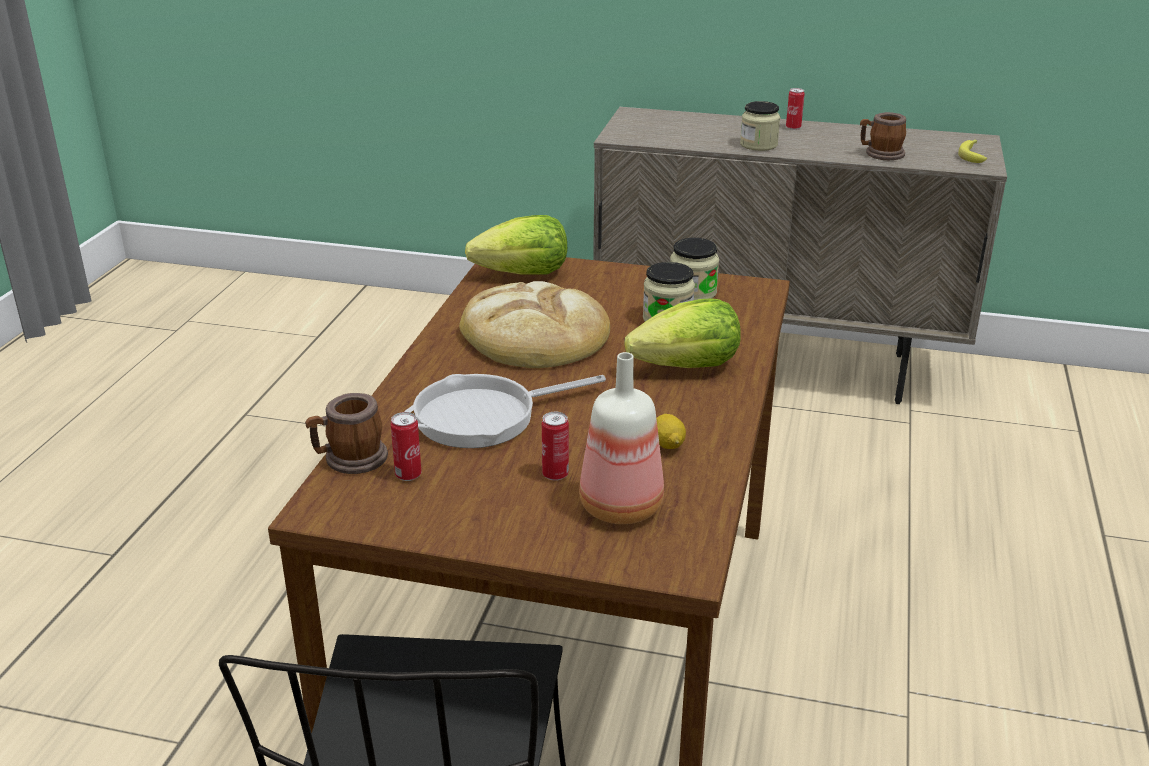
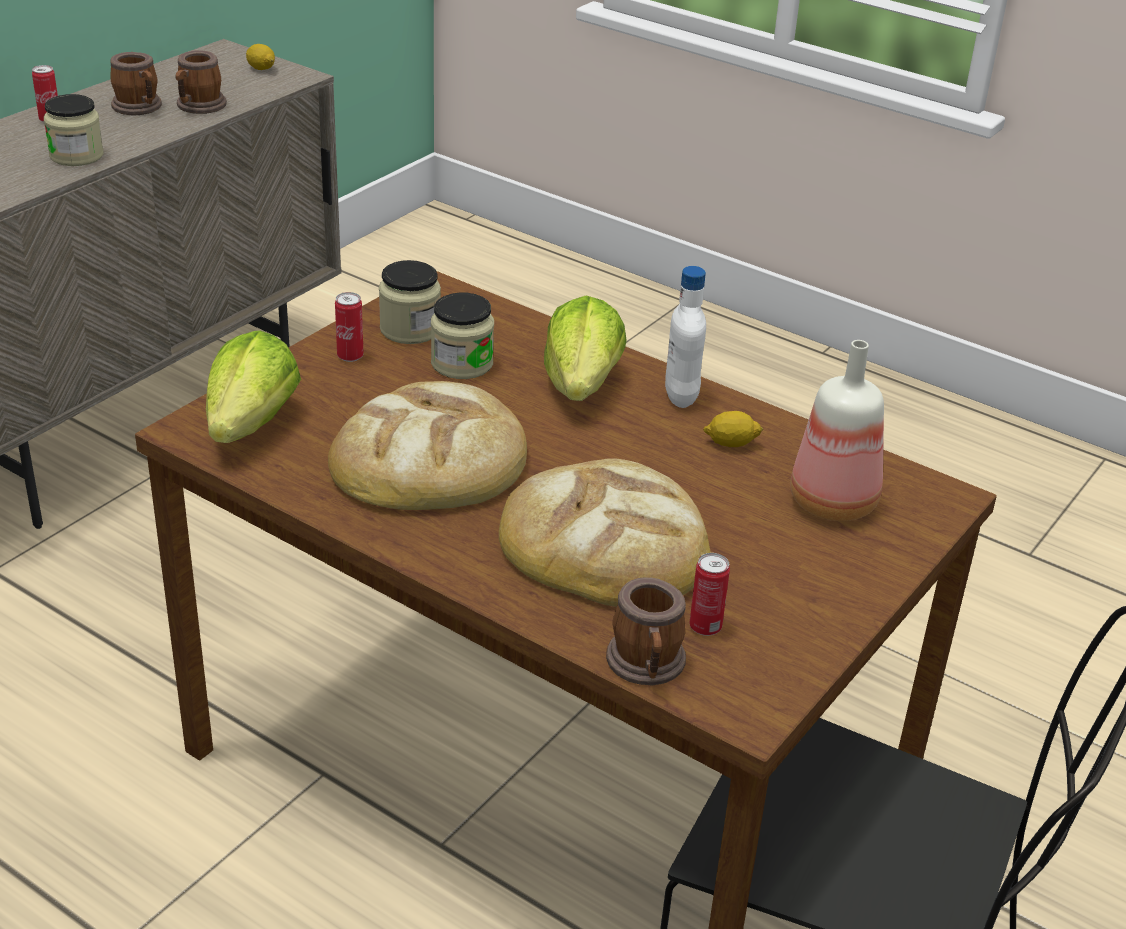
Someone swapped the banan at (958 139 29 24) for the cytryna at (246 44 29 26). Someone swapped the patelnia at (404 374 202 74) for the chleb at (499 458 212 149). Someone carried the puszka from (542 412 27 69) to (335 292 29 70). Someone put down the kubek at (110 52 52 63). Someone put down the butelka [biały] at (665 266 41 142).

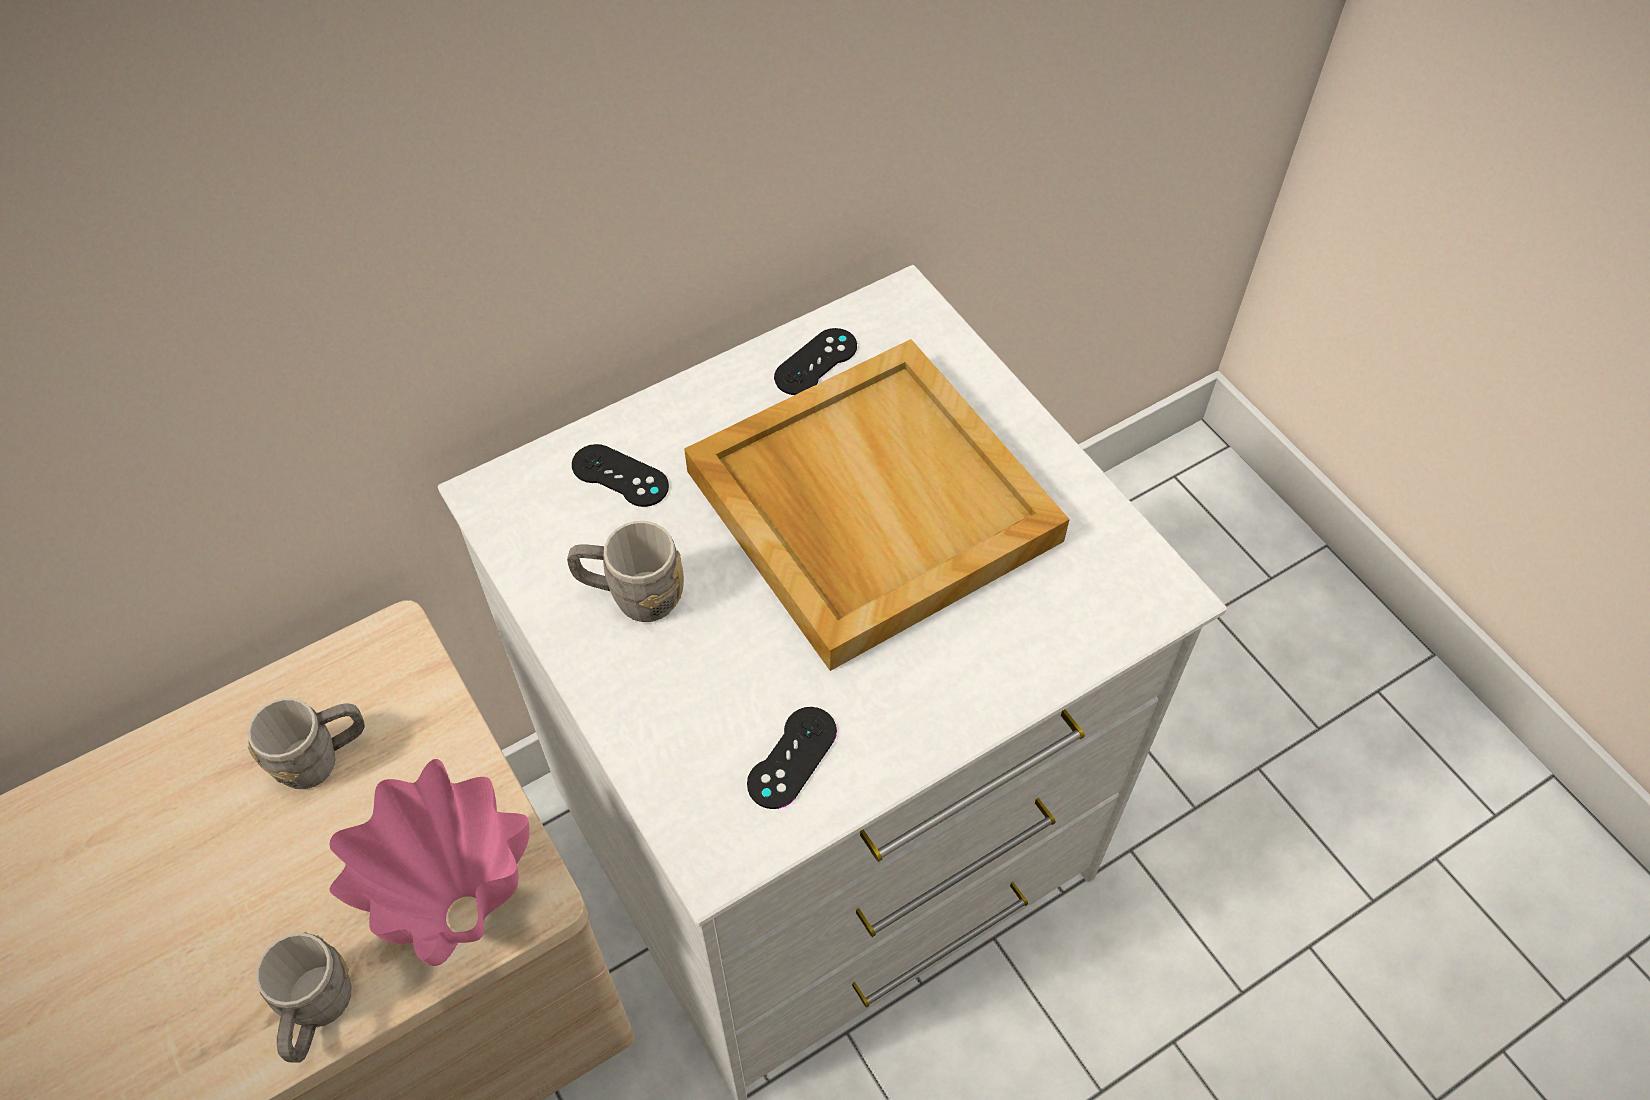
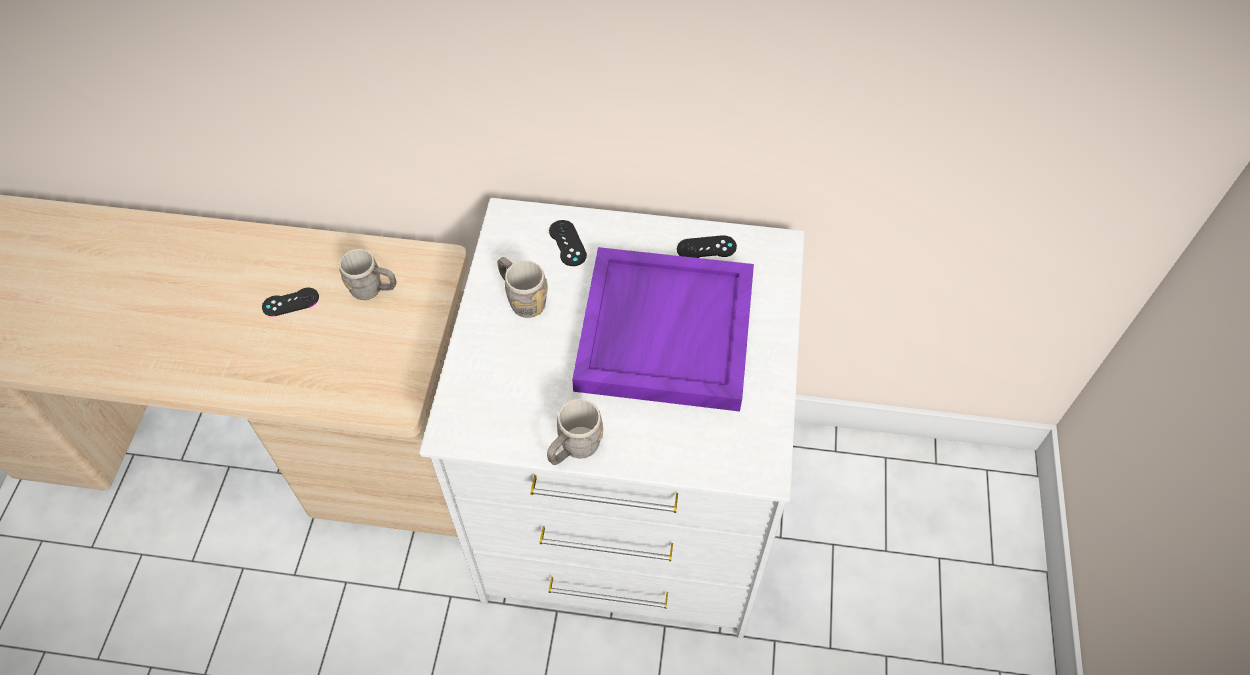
Someone repainted the taca [beżowy] at (684 339 386 332), which became the taca [fioletowy] at (572 247 182 165). Someone carried the pad do gier [czarny] from (747 707 90 102) to (262 288 57 29). Someone took away the wazon [różowy] at (330 759 200 207). Someone carried the kubek [szary] from (256 932 95 130) to (547 399 56 66).

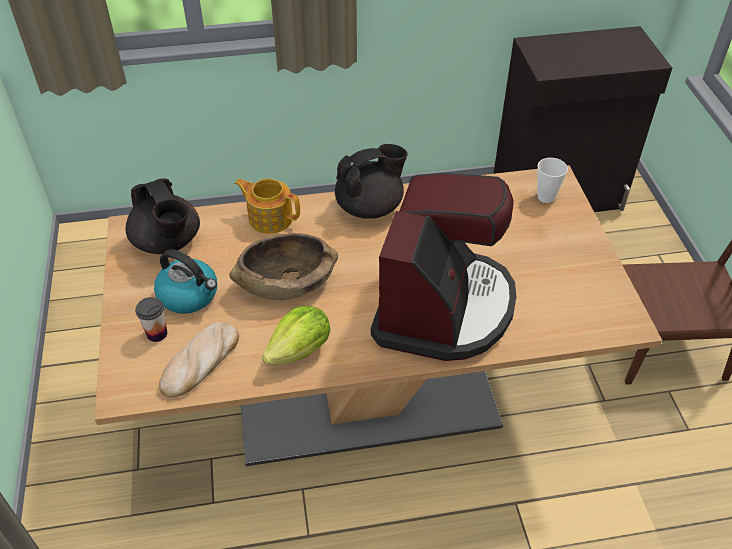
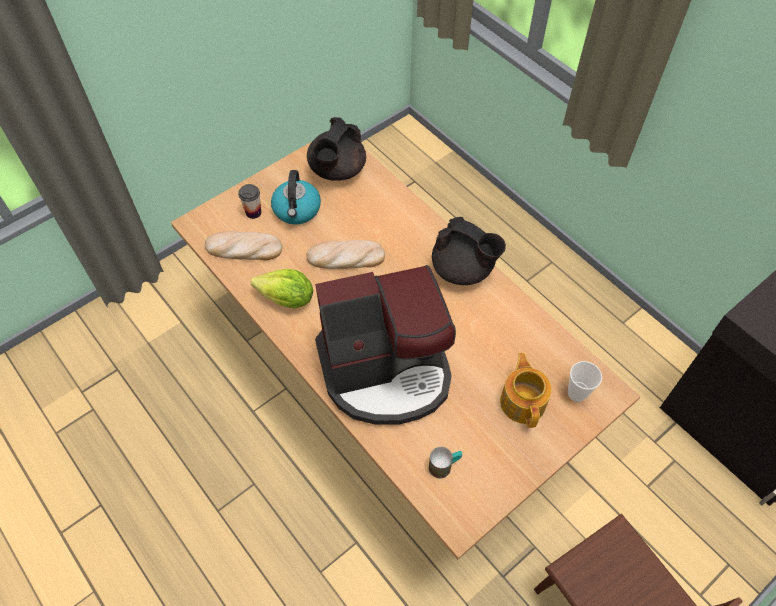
Someone carried the imbryk from (234 178 66 56) to (500 353 52 75). Someone swapped the miska [brązowy] at (229 233 109 67) for the chleb at (306 240 79 29). Someone put down the kubek at (429 447 33 32).

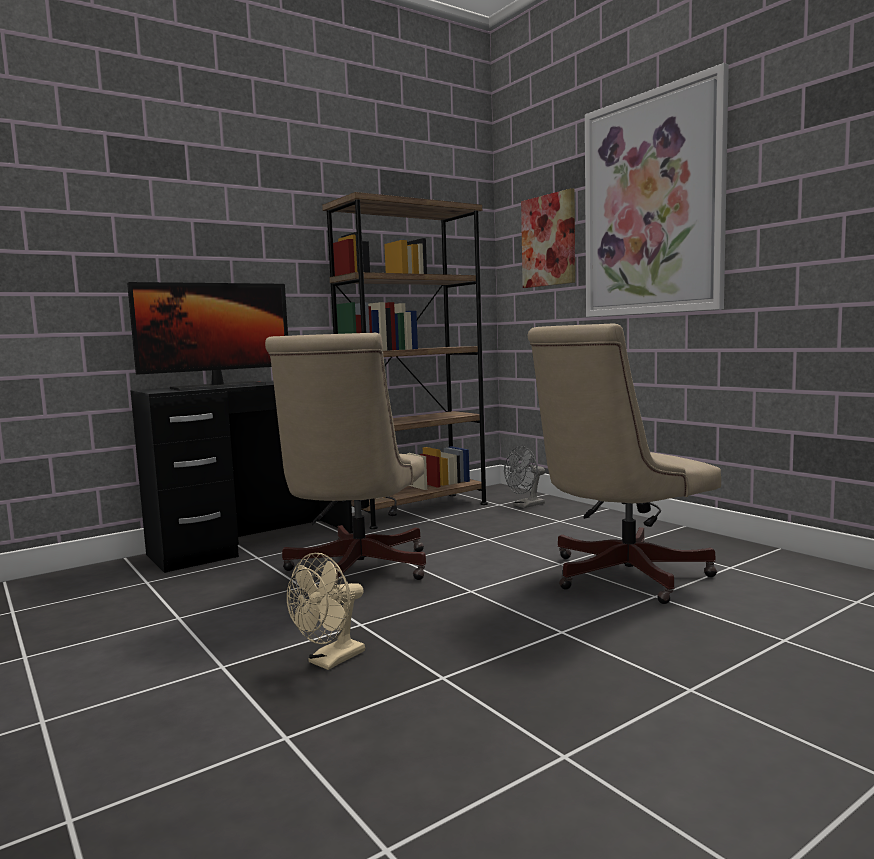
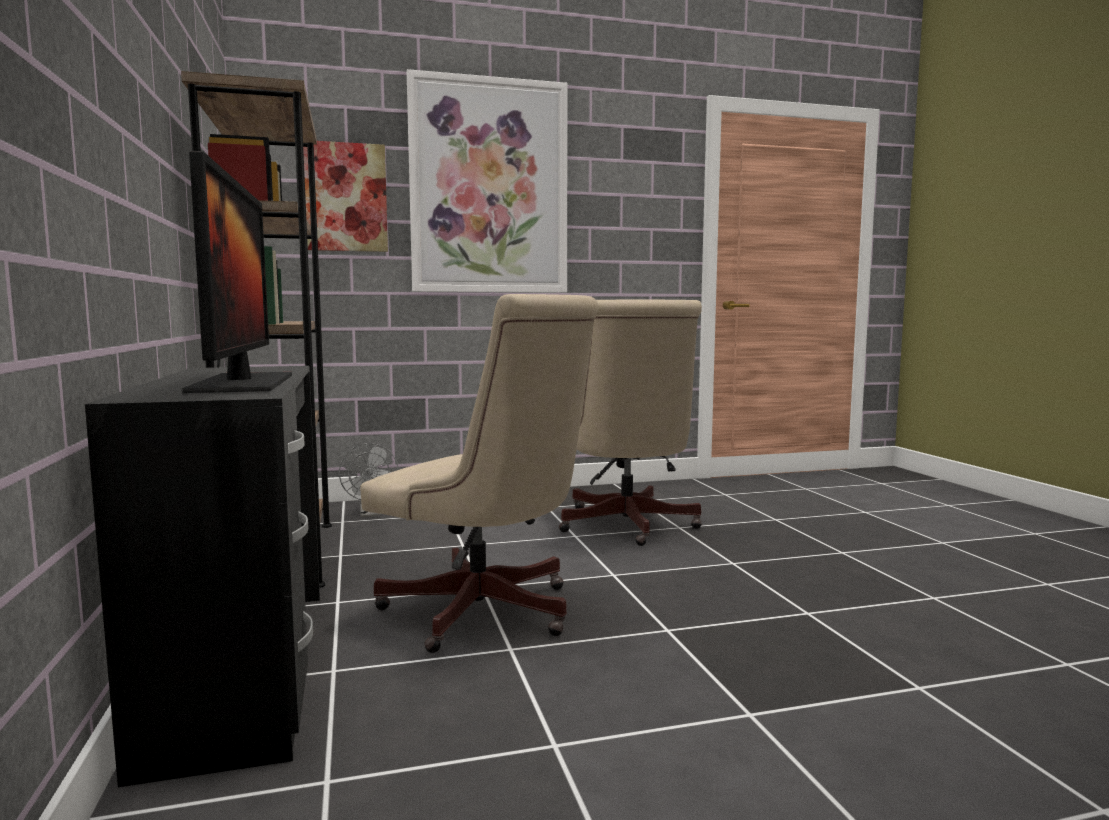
Someone took away the wentylator [beżowy] at (287 553 78 117).

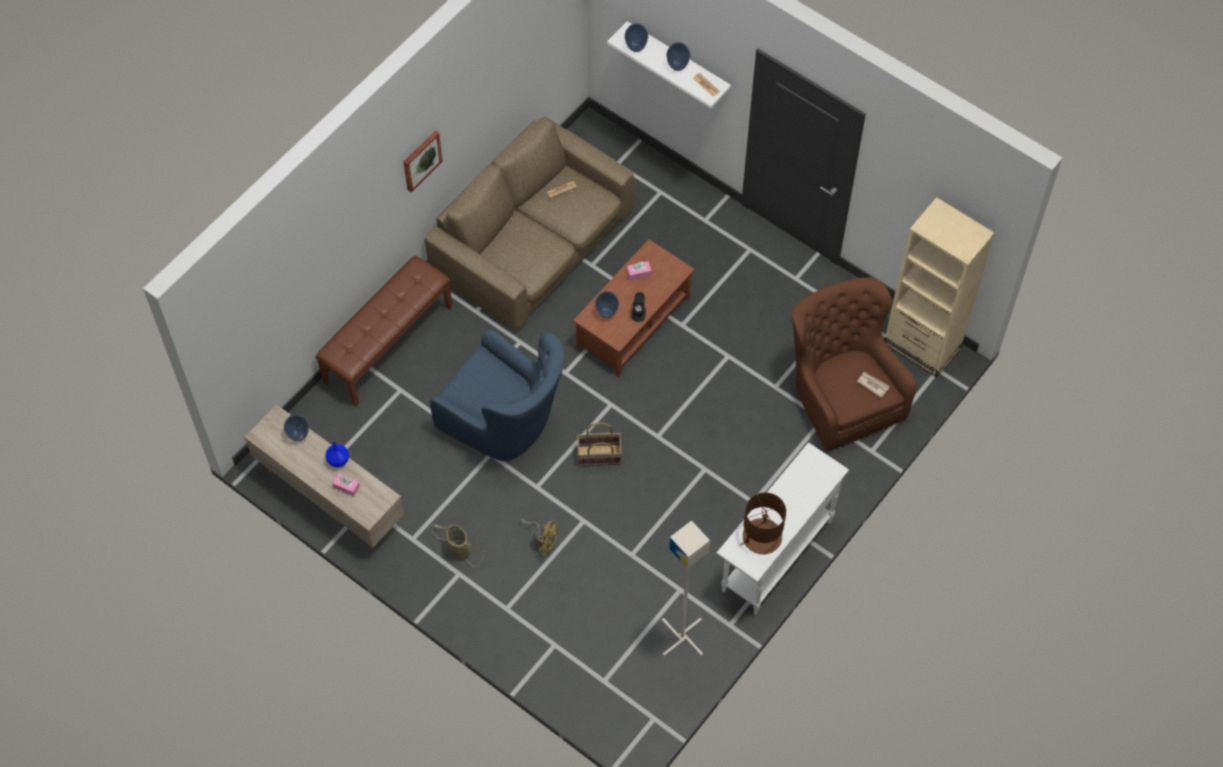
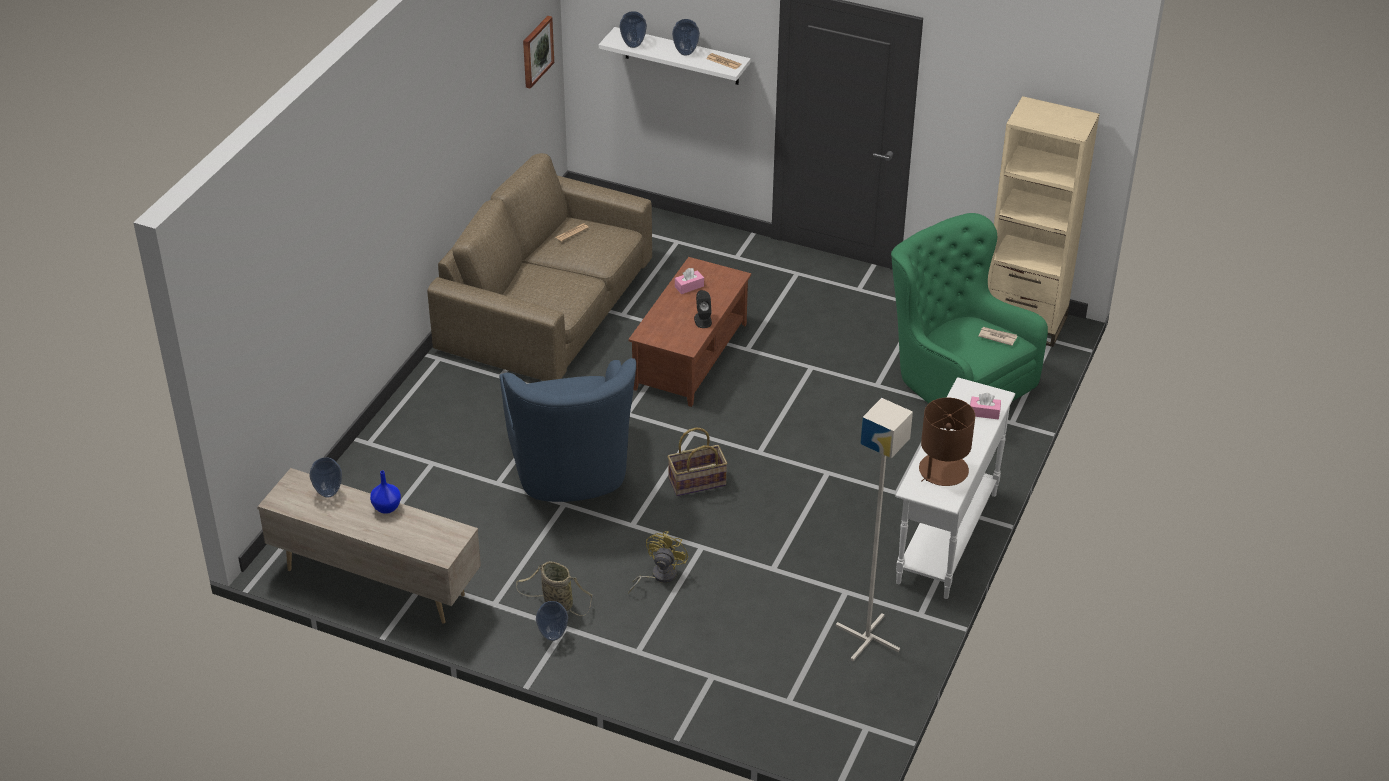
Someone carried the obraz from (403 130 40 62) to (523 16 31 73). Someone took away the ławka [brązowy] at (315 256 137 150). Someone repainted the fotel [brązowy] at (792 277 124 174), which became the fotel [zielony] at (891 213 157 191). Someone carried the wazon from (595 291 24 27) to (536 601 32 40). Someone rotated the fotel [niebieski] at (430 330 135 131) by 60 degrees clockwise. Someone carried the pudełko chusteczek [różowy] from (332 473 28 23) to (970 393 31 26). Someone rotated the wentylator [żółty] at (521 519 37 37) by 75 degrees counterclockwise.

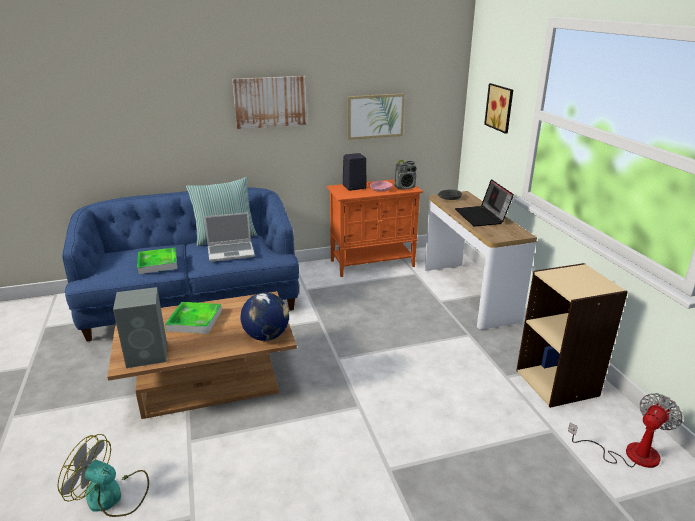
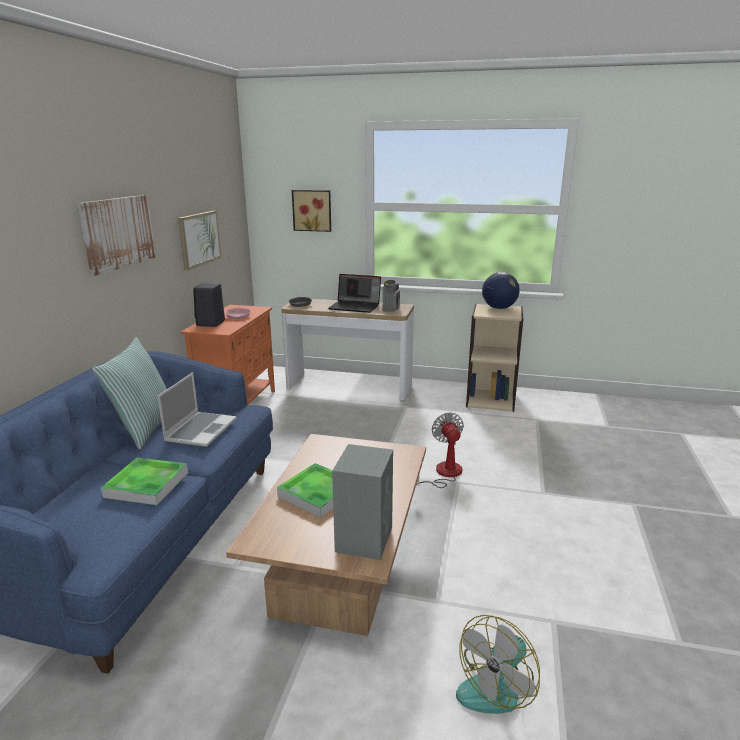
Someone carried the radio from (394 160 23 29) to (383 280 17 32). Someone carried the globus from (241 293 48 48) to (482 272 38 37). Someone carried the wentylator from (568 393 114 75) to (416 413 48 75).

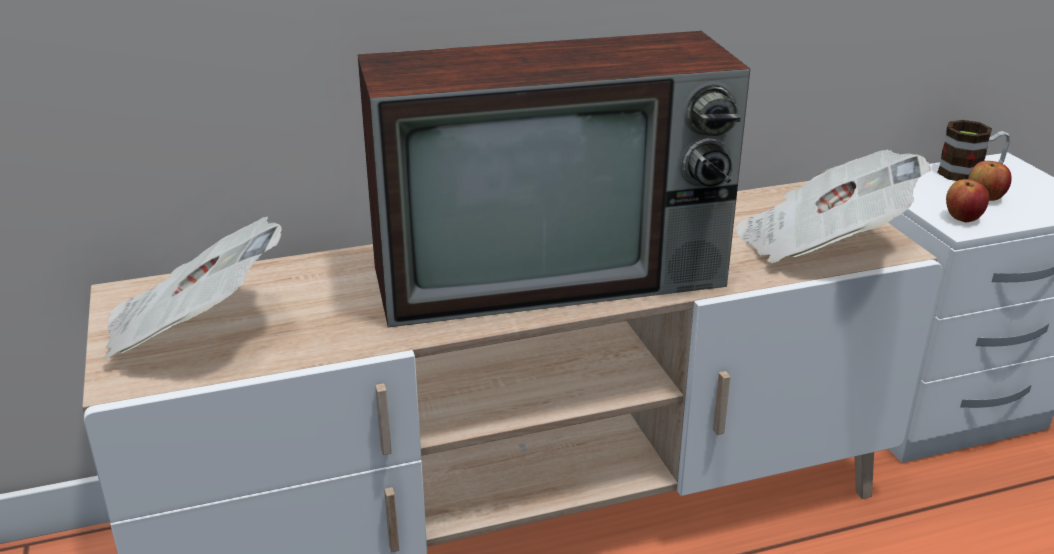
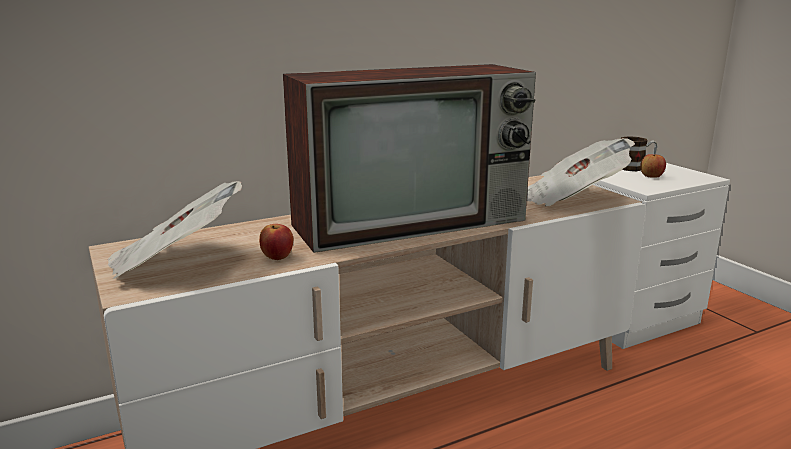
Someone carried the jabłko from (946 179 43 44) to (259 224 34 36).

